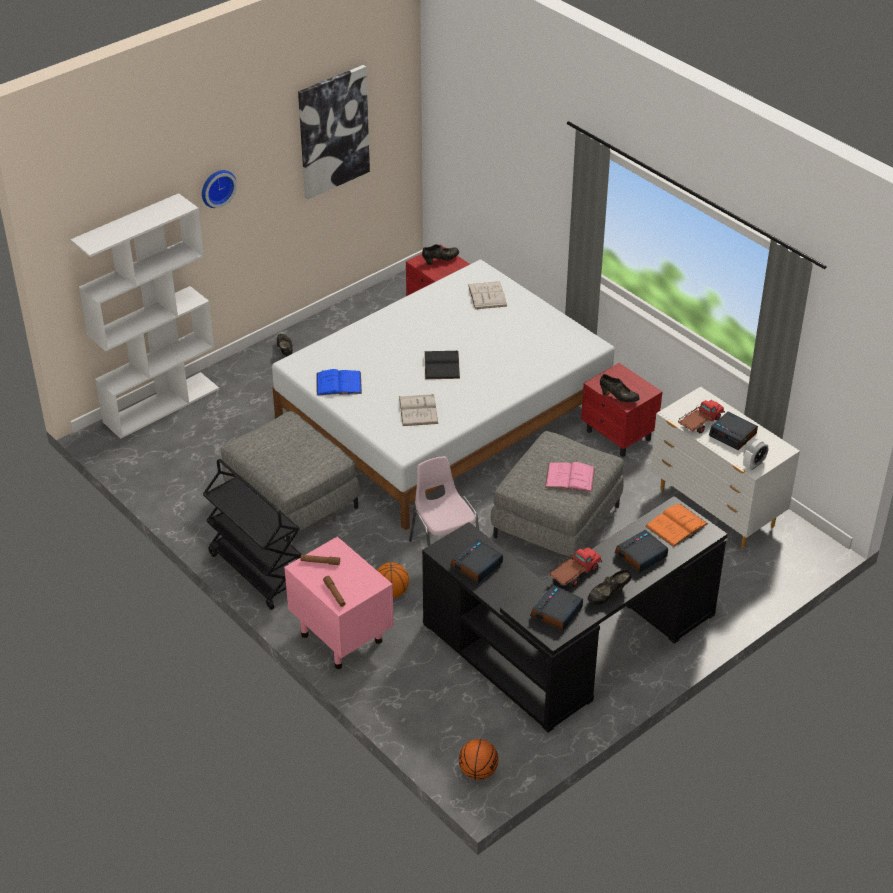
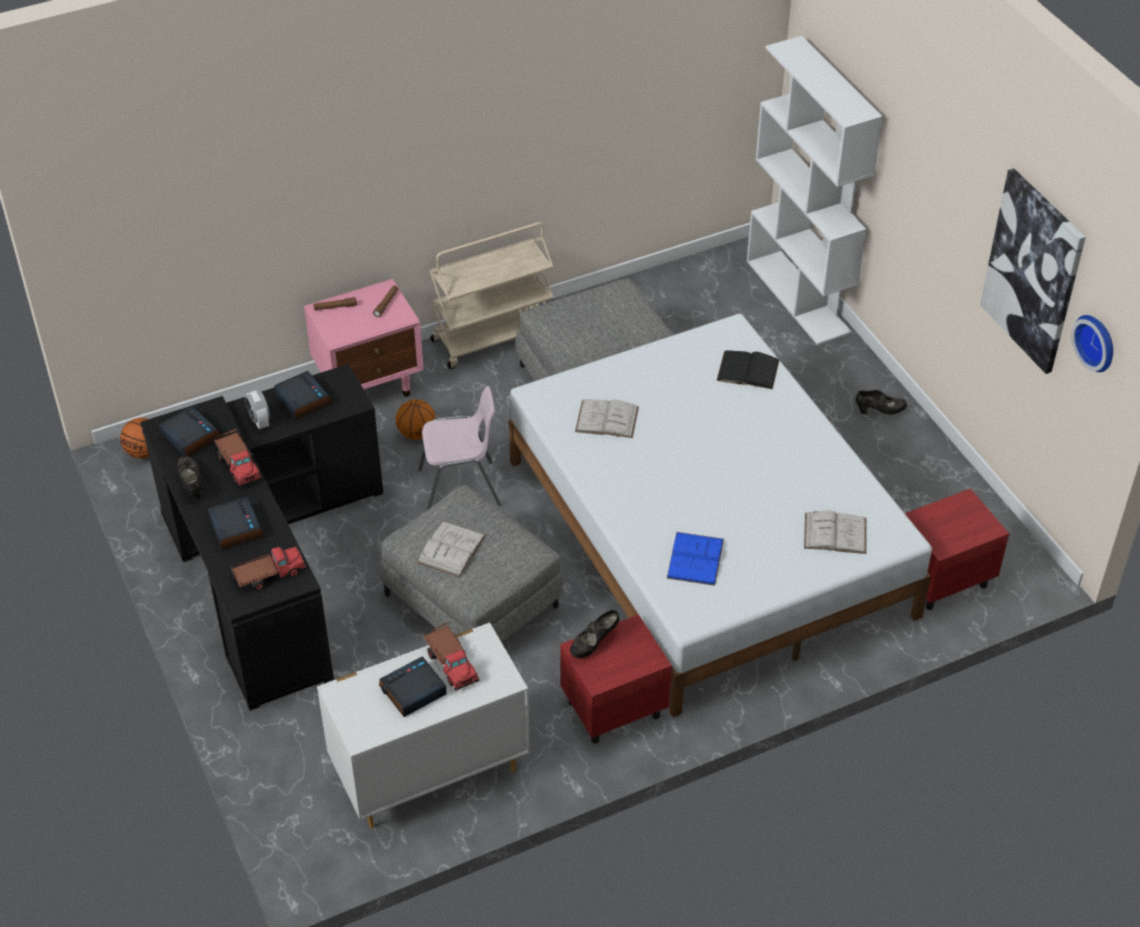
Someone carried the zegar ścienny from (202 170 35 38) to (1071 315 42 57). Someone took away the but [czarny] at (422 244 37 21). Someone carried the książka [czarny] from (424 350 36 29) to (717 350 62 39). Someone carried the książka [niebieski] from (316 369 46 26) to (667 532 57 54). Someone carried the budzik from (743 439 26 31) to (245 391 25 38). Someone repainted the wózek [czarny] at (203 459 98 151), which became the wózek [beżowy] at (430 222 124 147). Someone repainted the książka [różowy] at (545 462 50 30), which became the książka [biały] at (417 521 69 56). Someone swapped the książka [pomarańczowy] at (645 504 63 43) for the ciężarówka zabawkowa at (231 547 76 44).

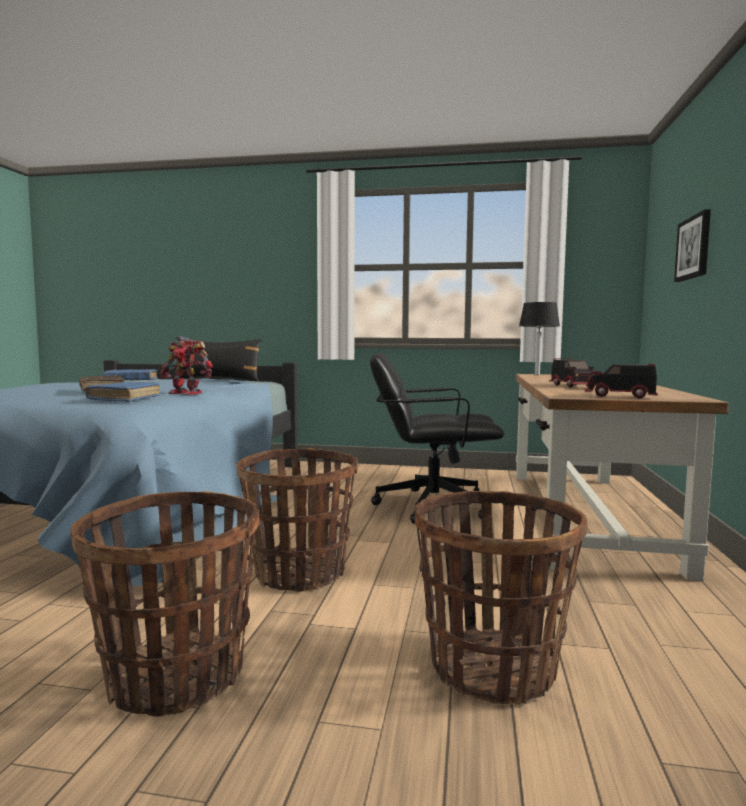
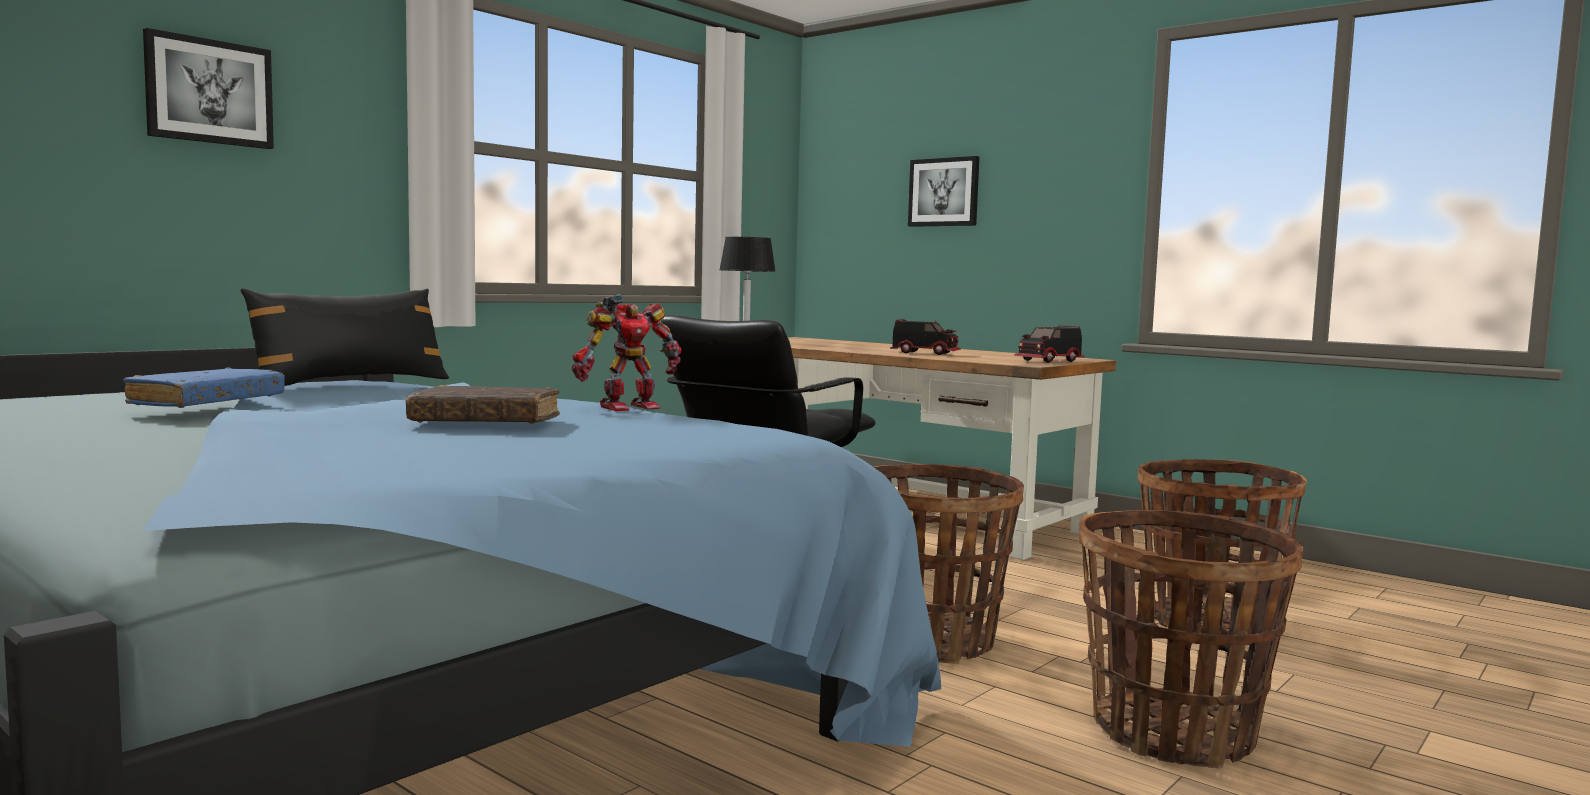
Someone took away the książka [niebieski] at (85 382 74 20). Someone put up the obraz at (143 28 131 121).

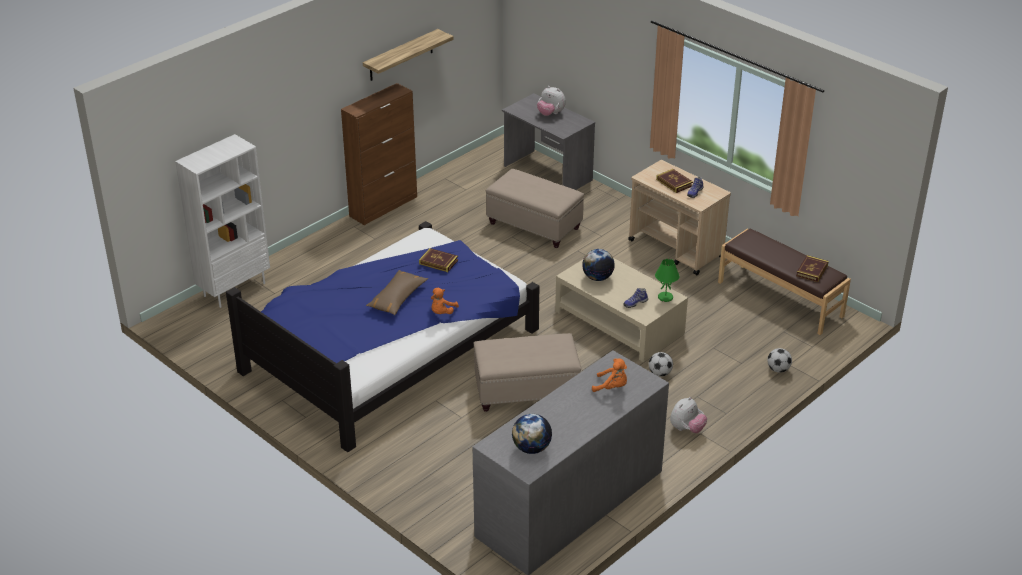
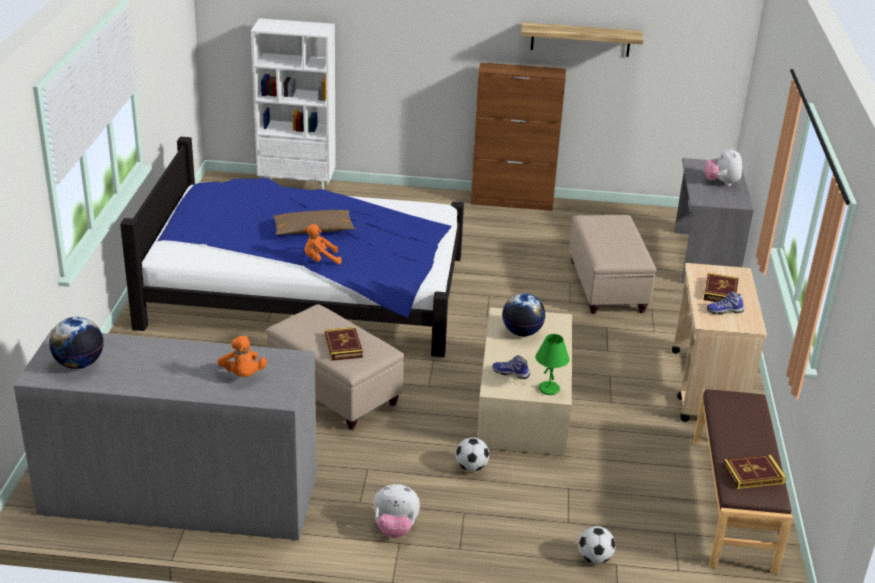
Someone carried the książka from (419 248 39 24) to (325 327 38 34).

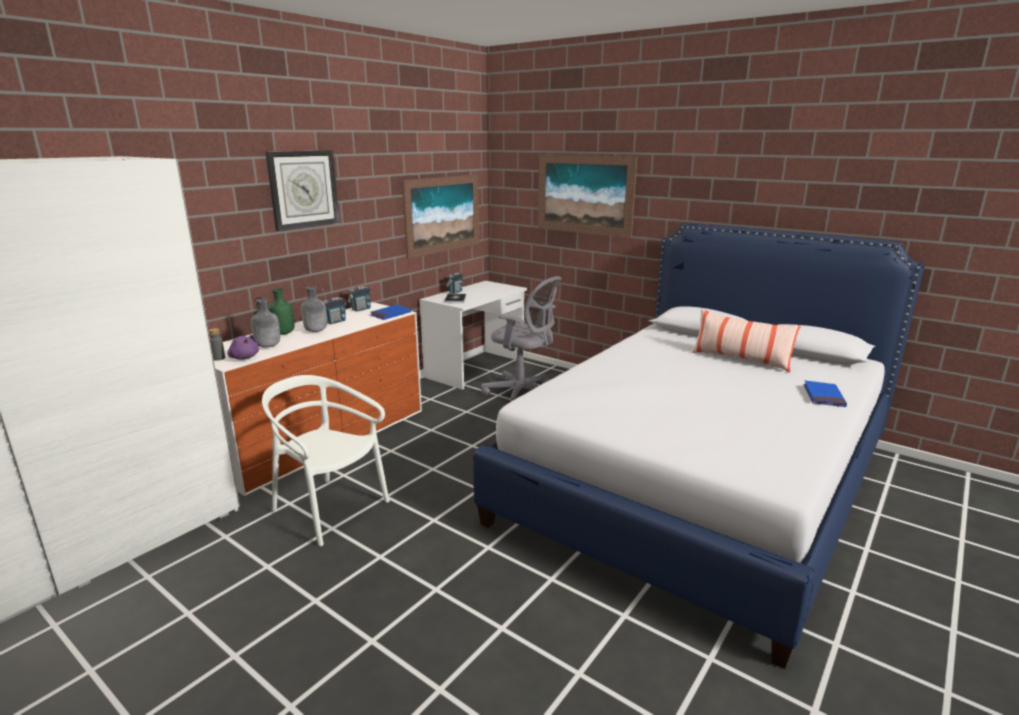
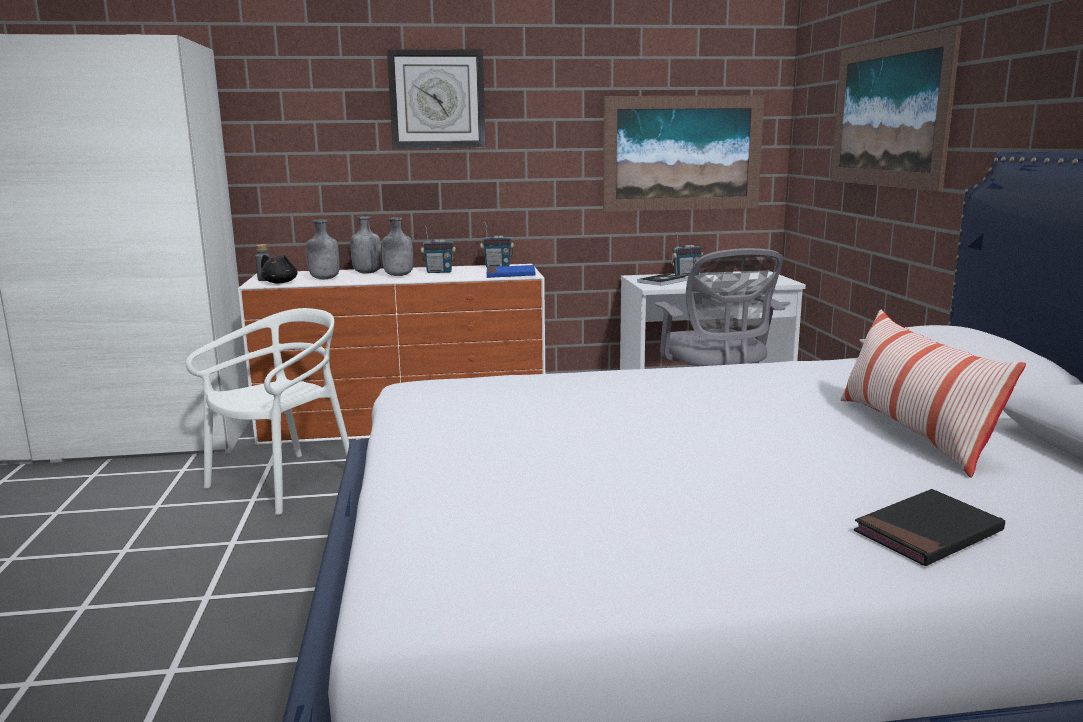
Someone repainted the butelka [zielony] at (268 289 26 46), which became the butelka [szary] at (350 216 32 58). Someone repainted the pluszak [fioletowy] at (228 335 31 25), which became the pluszak [czarny] at (261 255 37 29). Someone rotated the krzesło [biały] at (262 375 128 171) by 45 degrees clockwise. Someone repainted the książka [niebieski] at (804 380 43 27), which became the książka [czarny] at (854 489 151 77).

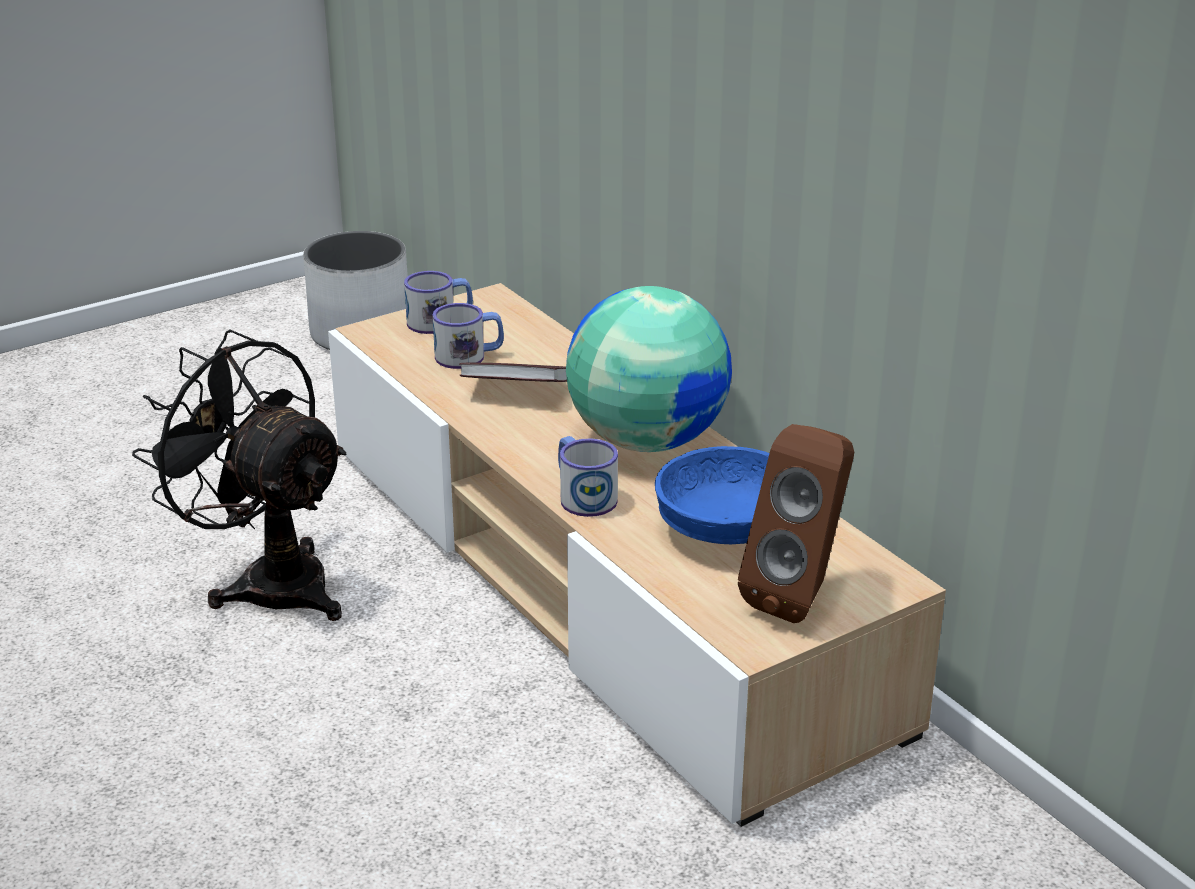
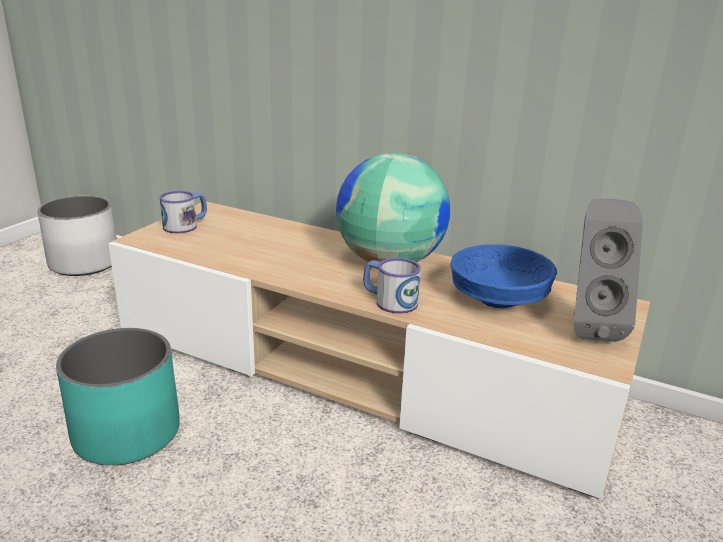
Someone took away the kubek at (433 303 71 66). Someone swapped the wentylator [czarny] at (132 329 214 292) for the donica [turkusowy] at (56 328 124 137). Someone took away the książka at (459 363 108 19). Someone repainted the głośnik [brązowy] at (738 424 116 199), which became the głośnik [szary] at (574 199 69 143).

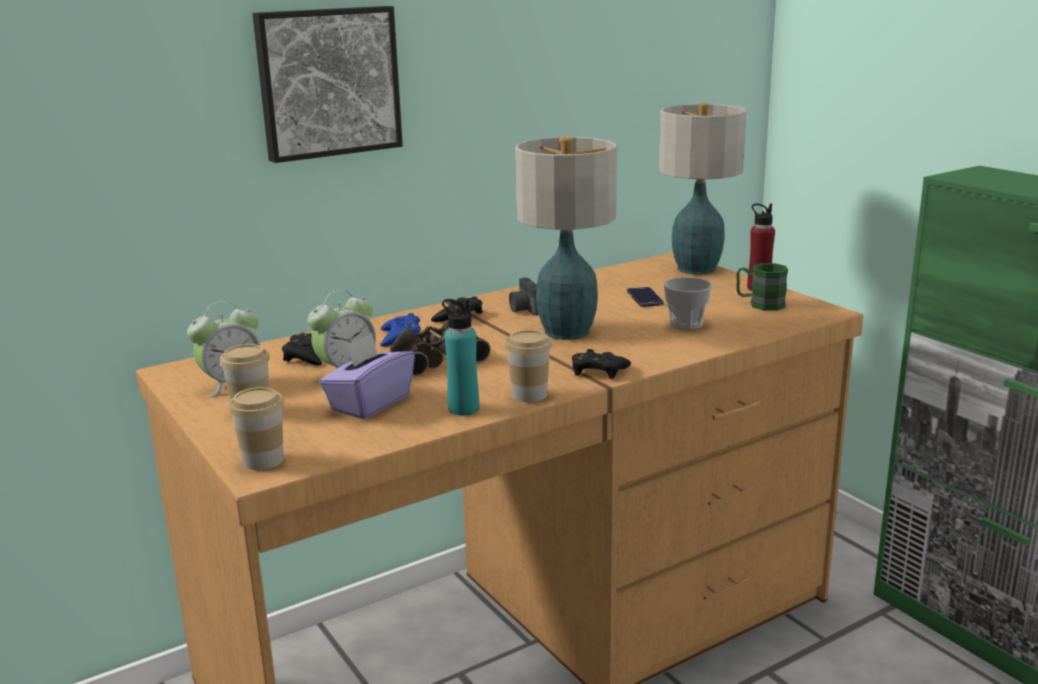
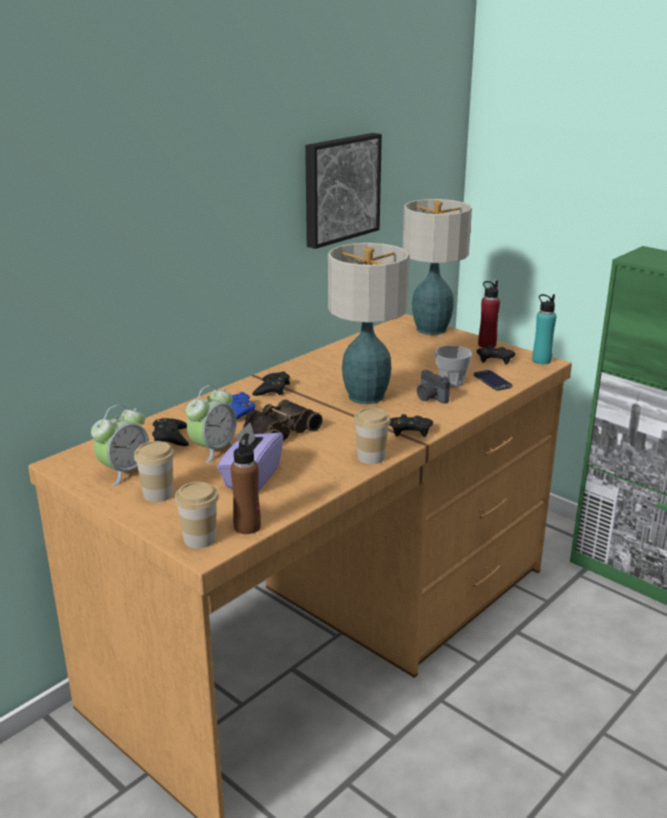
Someone carried the obraz from (252 6 151 157) to (305 133 77 116). Someone swapped the kubek [zielony] at (736 263 52 48) for the pad do gier [czarny] at (477 345 39 19). Someone carried the aparat fotograficzny from (509 277 30 39) to (417 370 33 33). Someone carried the telefon from (627 287 37 20) to (474 370 39 20). Someone carried the butelka [turkusowy] from (442 299 37 117) to (532 294 24 70). Someone put down the butelka [brązowy] at (231 433 30 101).

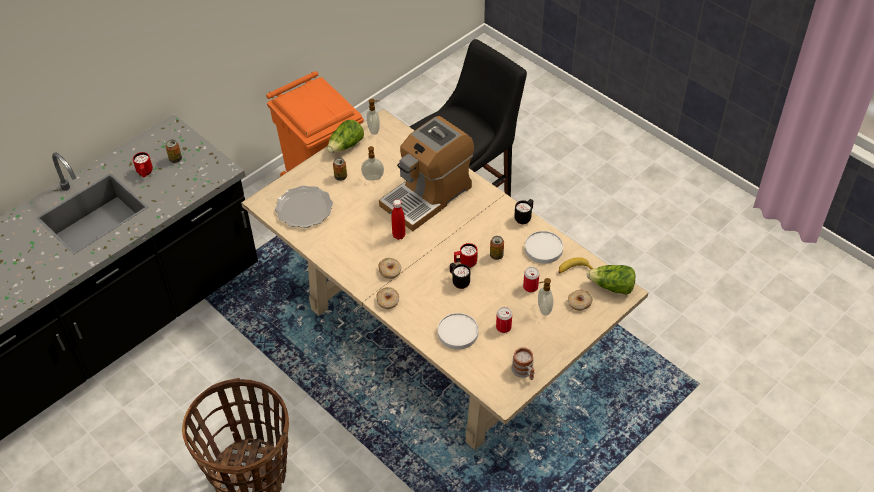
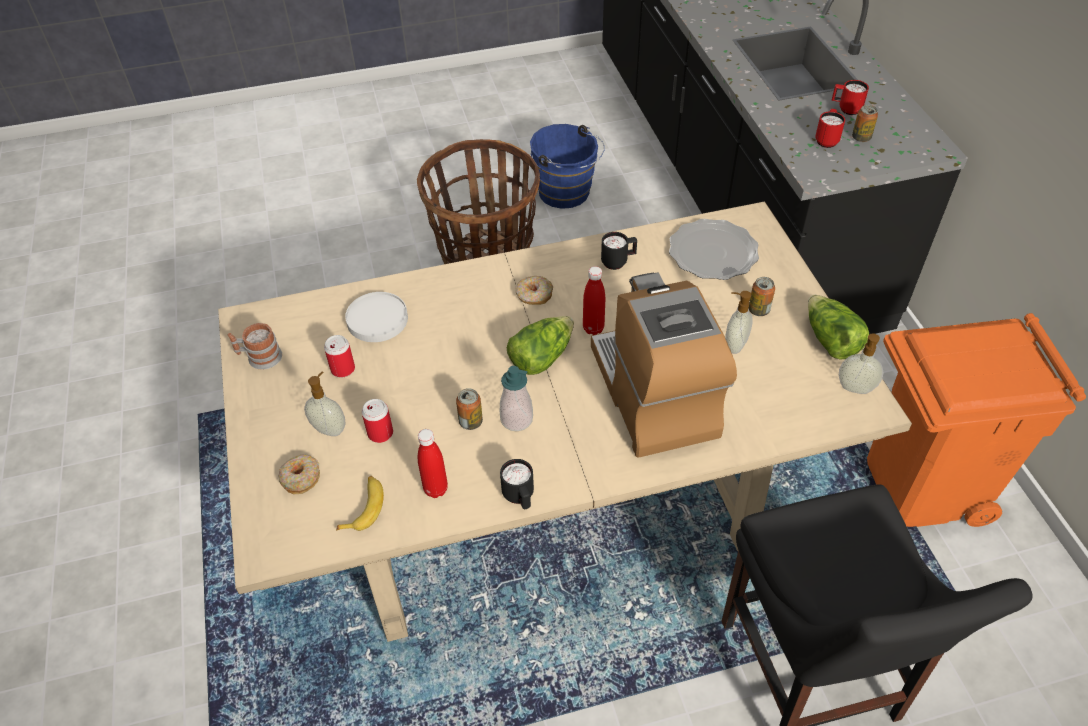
Someone swapped the talerz [biały] at (525 231 38 33) for the butelka [czerwony] at (418 429 30 69). Someone carried the kubek [czerwony] from (454 243 24 25) to (815 109 30 39). Someone carried the kubek [czarny] from (450 263 20 26) to (601 232 36 38). Someone carried the sałata from (587 265 49 30) to (507 316 67 59). Someone took away the donut at (377 287 22 22). Someone put down the wiadro [niebieski] at (530 124 75 85). Someone put down the dozownik mydła at (500 366 33 65).

